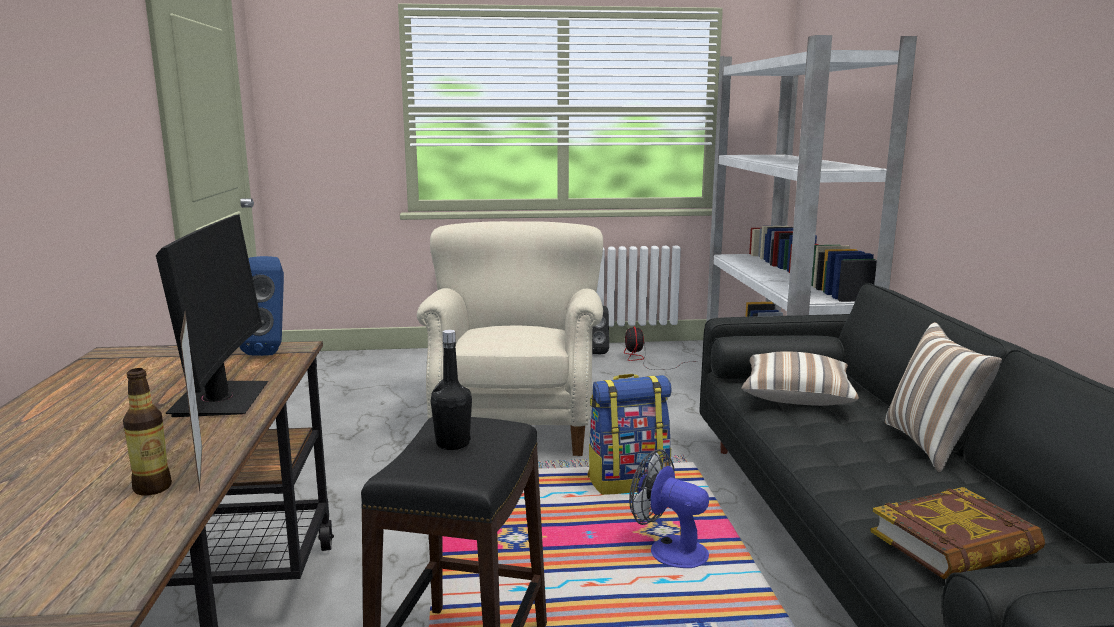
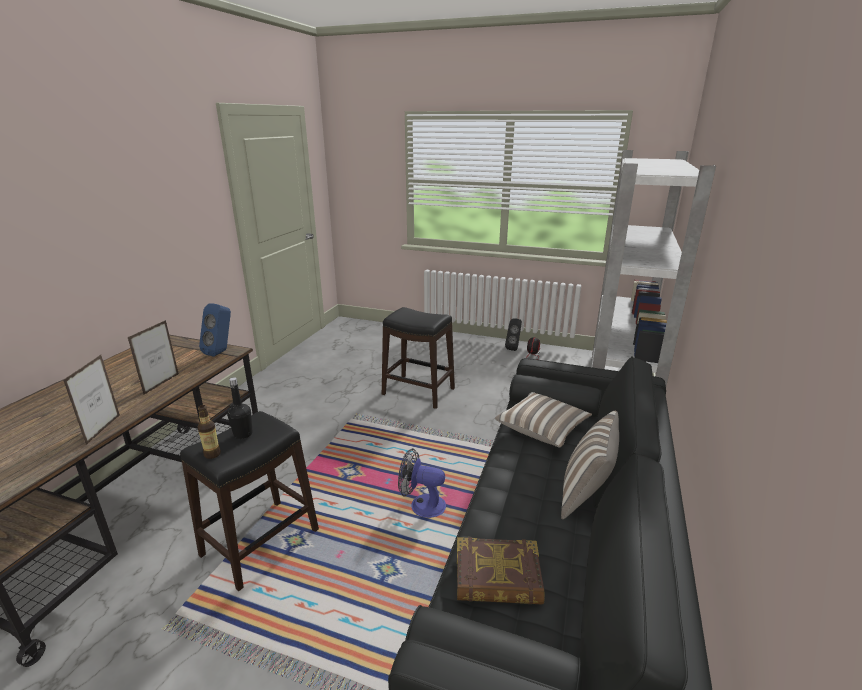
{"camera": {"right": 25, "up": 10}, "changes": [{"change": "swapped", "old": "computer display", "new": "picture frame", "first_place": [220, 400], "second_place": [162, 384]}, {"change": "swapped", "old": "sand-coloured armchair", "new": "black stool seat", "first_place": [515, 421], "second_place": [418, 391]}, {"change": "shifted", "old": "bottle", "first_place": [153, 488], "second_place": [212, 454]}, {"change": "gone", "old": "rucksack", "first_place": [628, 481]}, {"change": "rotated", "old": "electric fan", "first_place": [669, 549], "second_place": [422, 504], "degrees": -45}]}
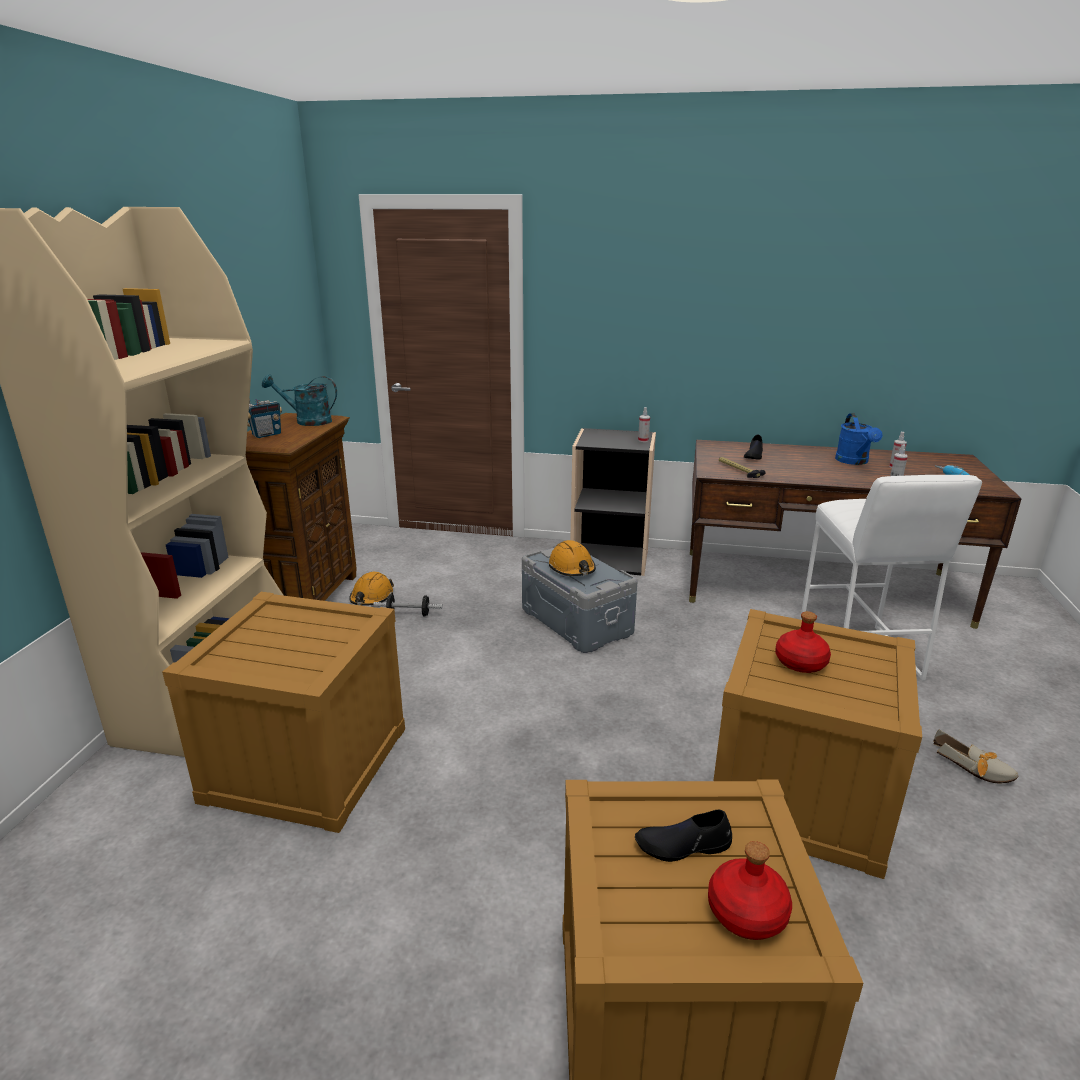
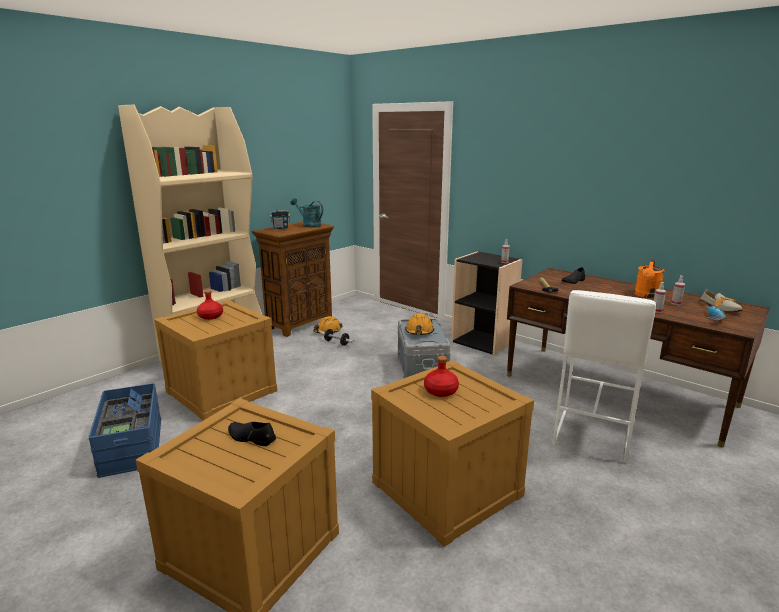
{"camera": {"right": 30, "up": -5}, "changes": [{"change": "repainted", "old": "blue-coloured sprinkling can", "new": "orangey sprinkling can", "first_place": [854, 462], "second_place": [647, 295]}, {"change": "shifted", "old": "low shoe", "first_place": [976, 769], "second_place": [720, 308]}, {"change": "shifted", "old": "red-coloured bottle", "first_place": [745, 913], "second_place": [210, 316]}, {"change": "new", "new": "blue-coloured storage container", "second_place": [130, 444]}]}
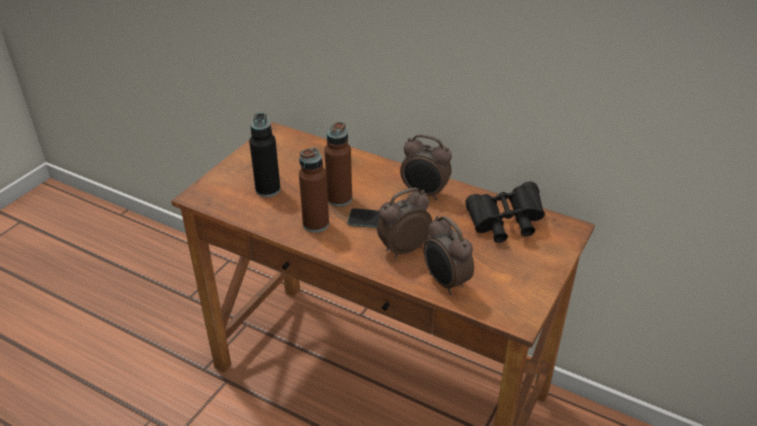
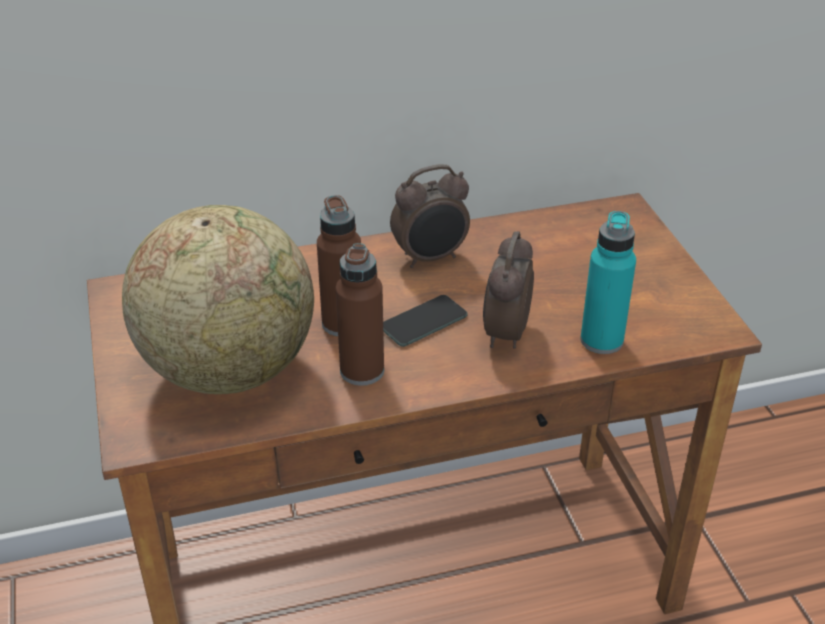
{"camera": {"right": -45, "up": 0}, "changes": [{"change": "swapped", "old": "black bottle", "new": "world globe", "first_place": [268, 190], "second_place": [229, 369]}, {"change": "gone", "old": "black binoculars", "first_place": [504, 224]}, {"change": "swapped", "old": "alarm clock", "new": "turquoise bottle", "first_place": [445, 282], "second_place": [601, 340]}]}
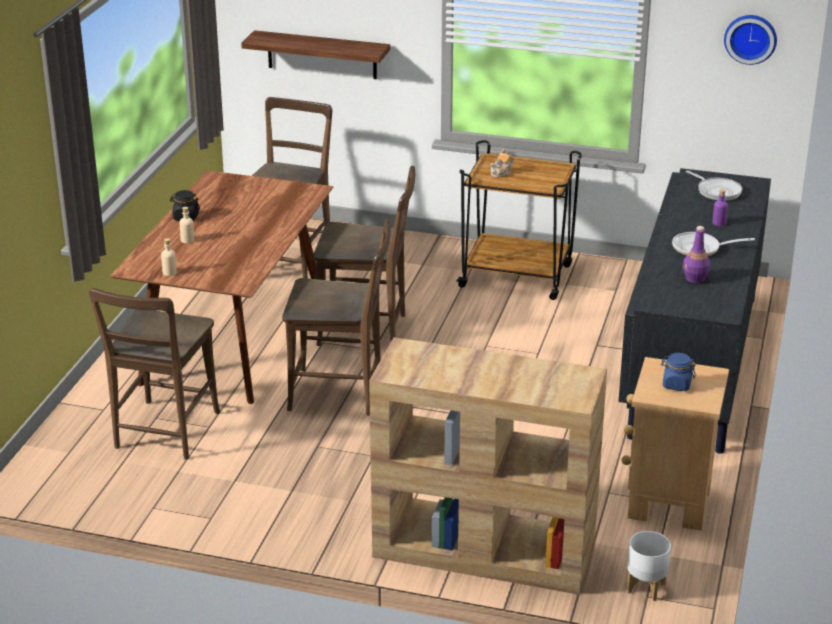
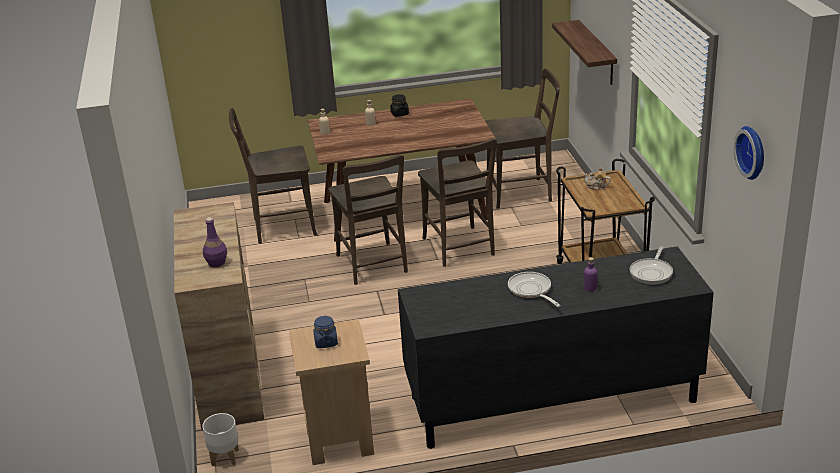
{"camera": {"right": 65, "up": 0}, "changes": [{"change": "shifted", "old": "purple bottle", "first_place": [695, 278], "second_place": [216, 263]}]}
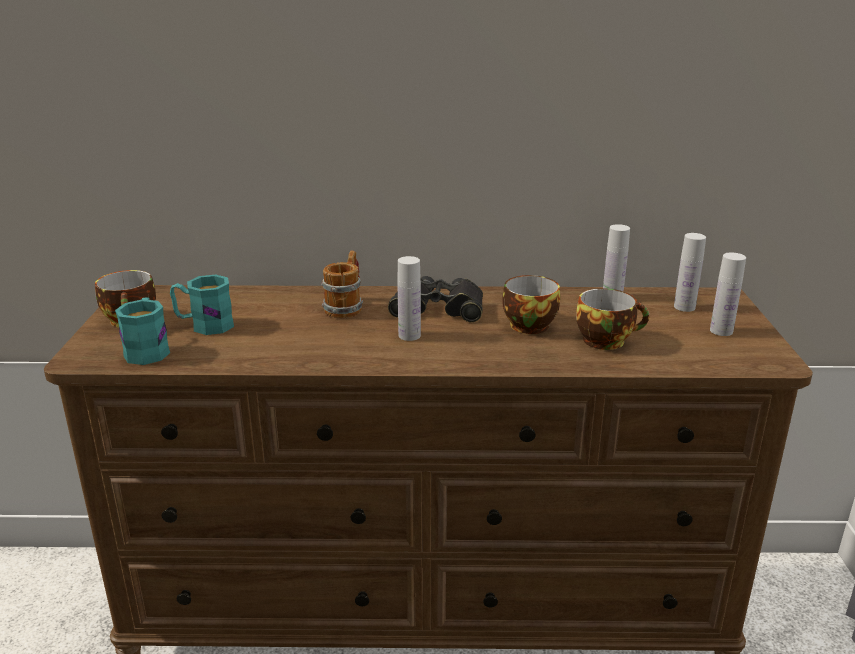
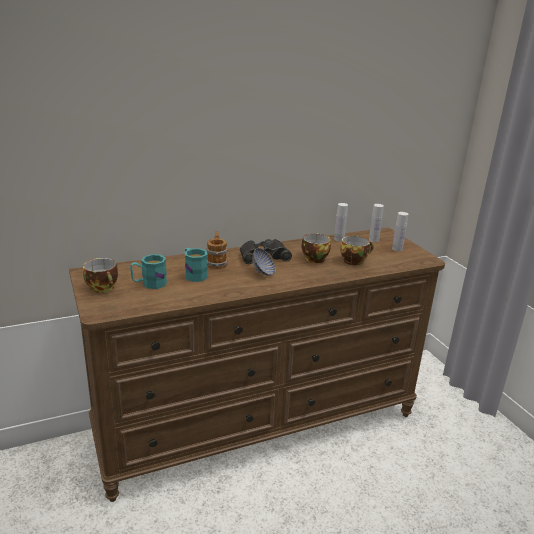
{"camera": {"right": -25, "up": 0}, "changes": [{"change": "swapped", "old": "white-coloured bottle", "new": "deep dish", "first_place": [409, 335], "second_place": [263, 272]}, {"change": "shifted", "old": "turquoise tea mug", "first_place": [148, 349], "second_place": [194, 274]}]}
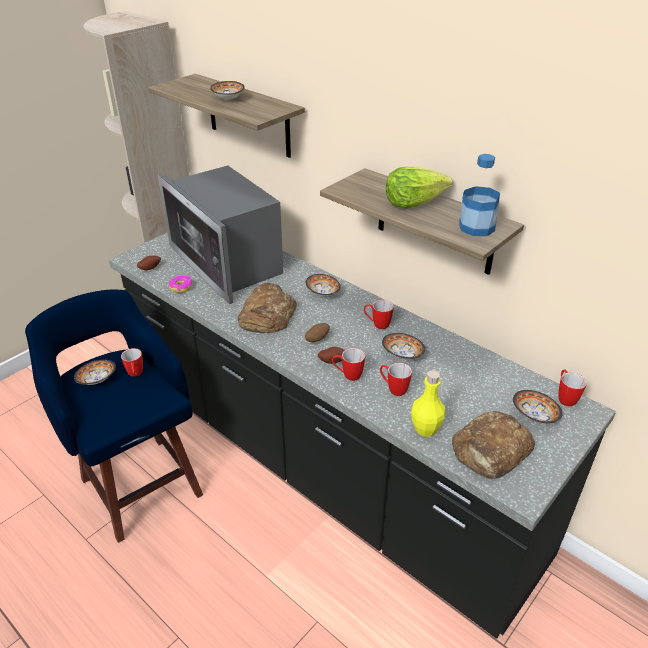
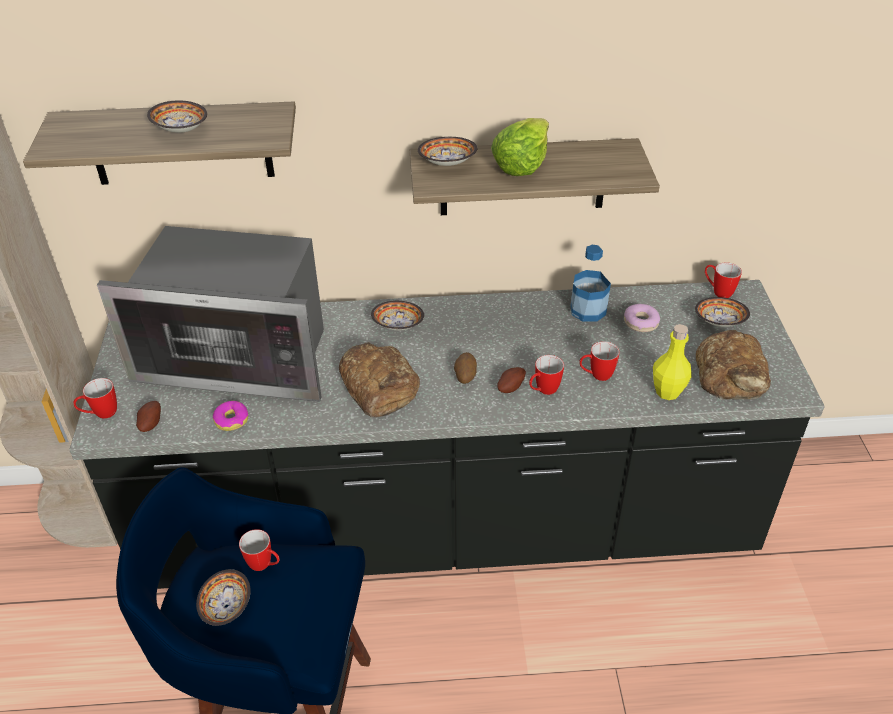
{"camera": {"right": -45, "up": 5}, "changes": [{"change": "shifted", "old": "bottle", "first_place": [476, 227], "second_place": [588, 310]}, {"change": "shifted", "old": "tea mug", "first_place": [377, 324], "second_place": [100, 414]}, {"change": "shifted", "old": "deep dish", "first_place": [402, 355], "second_place": [448, 163]}, {"change": "new", "new": "doughnut", "second_place": [641, 322]}]}
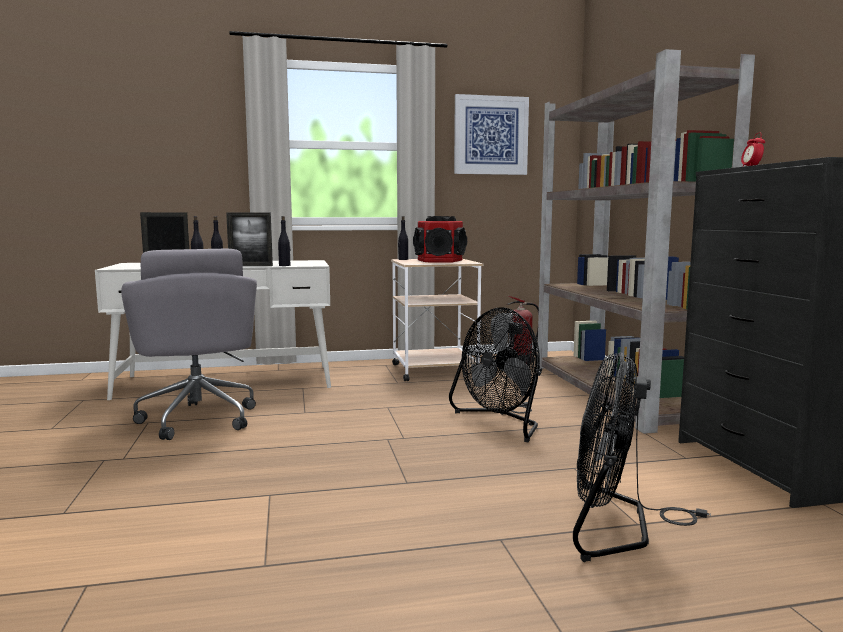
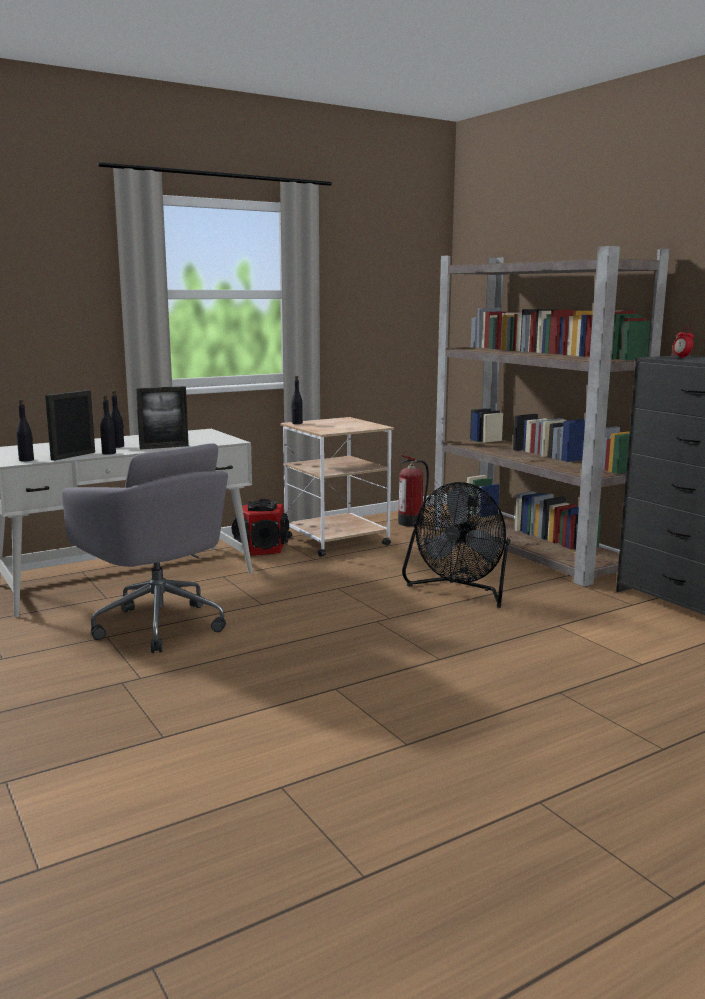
{"camera": {"right": -20, "up": 5}, "changes": [{"change": "gone", "old": "picture", "first_place": [491, 135]}, {"change": "shifted", "old": "black bottle", "first_place": [284, 265], "second_place": [26, 460]}, {"change": "shifted", "old": "audio speaker", "first_place": [439, 261], "second_place": [261, 548]}, {"change": "gone", "old": "black electric fan", "first_place": [618, 521]}]}
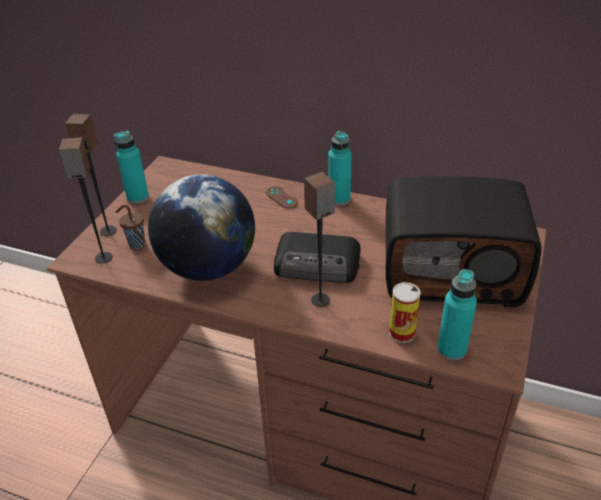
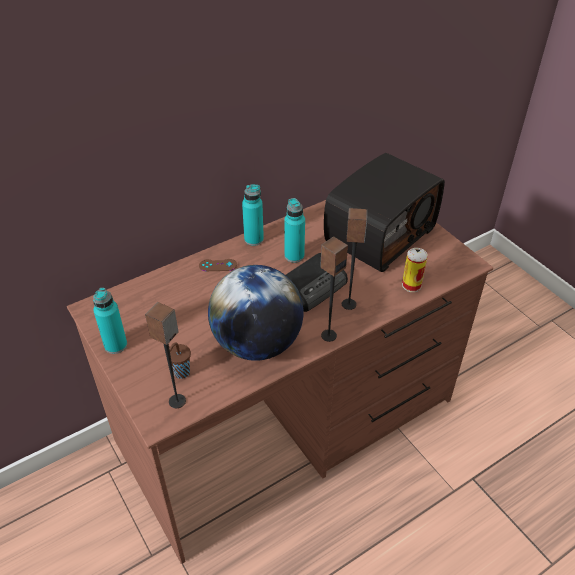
{"camera": {"right": -55, "up": 5}, "changes": [{"change": "shifted", "old": "audio speaker", "first_place": [108, 230], "second_place": [328, 335]}, {"change": "shifted", "old": "turquoise bottle", "first_place": [452, 349], "second_place": [294, 256]}]}
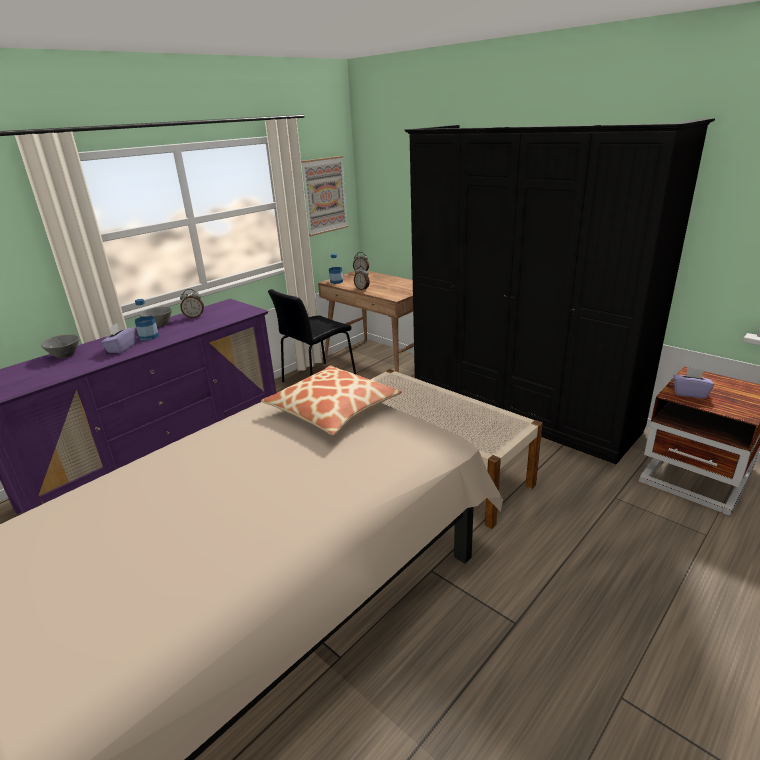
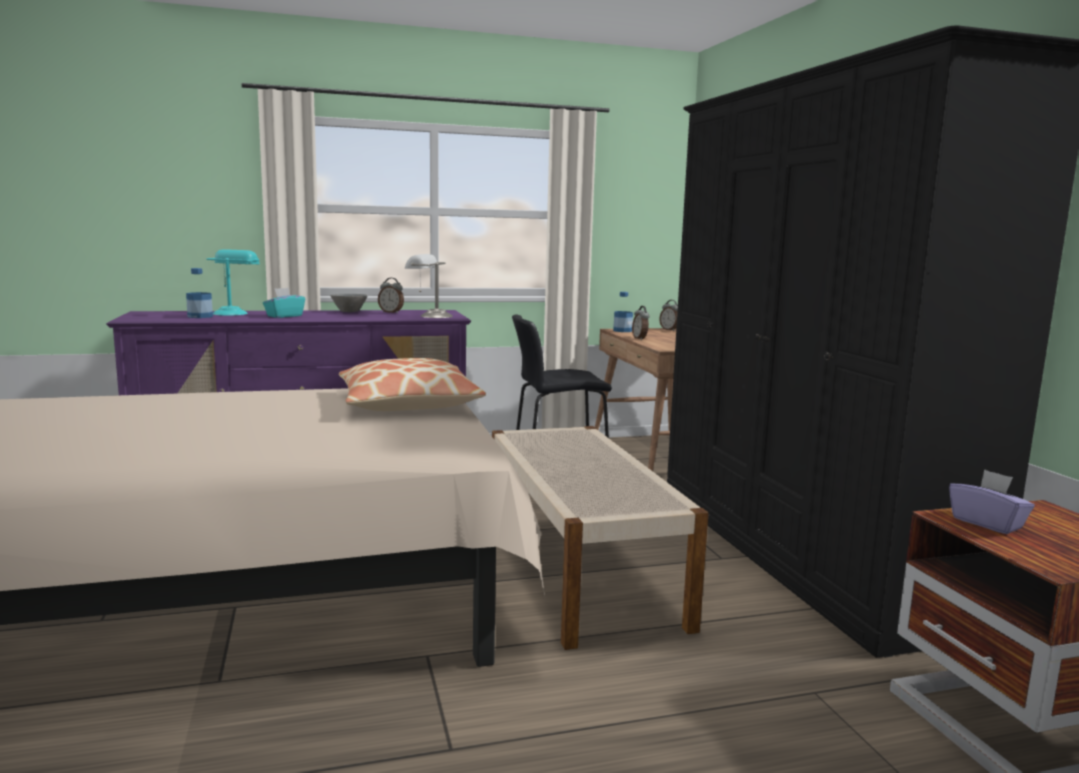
{"camera": {"right": 30, "up": -15}, "changes": [{"change": "gone", "old": "picture", "first_place": [325, 195]}, {"change": "shifted", "old": "bottle", "first_place": [149, 337], "second_place": [200, 316]}, {"change": "repainted", "old": "purple box of tissues", "new": "turquoise box of tissues", "first_place": [121, 348], "second_place": [284, 316]}, {"change": "swapped", "old": "gray deep dish", "new": "turquoise table lamp", "first_place": [64, 356], "second_place": [233, 312]}, {"change": "new", "new": "white-coloured table lamp", "second_place": [429, 316]}]}
